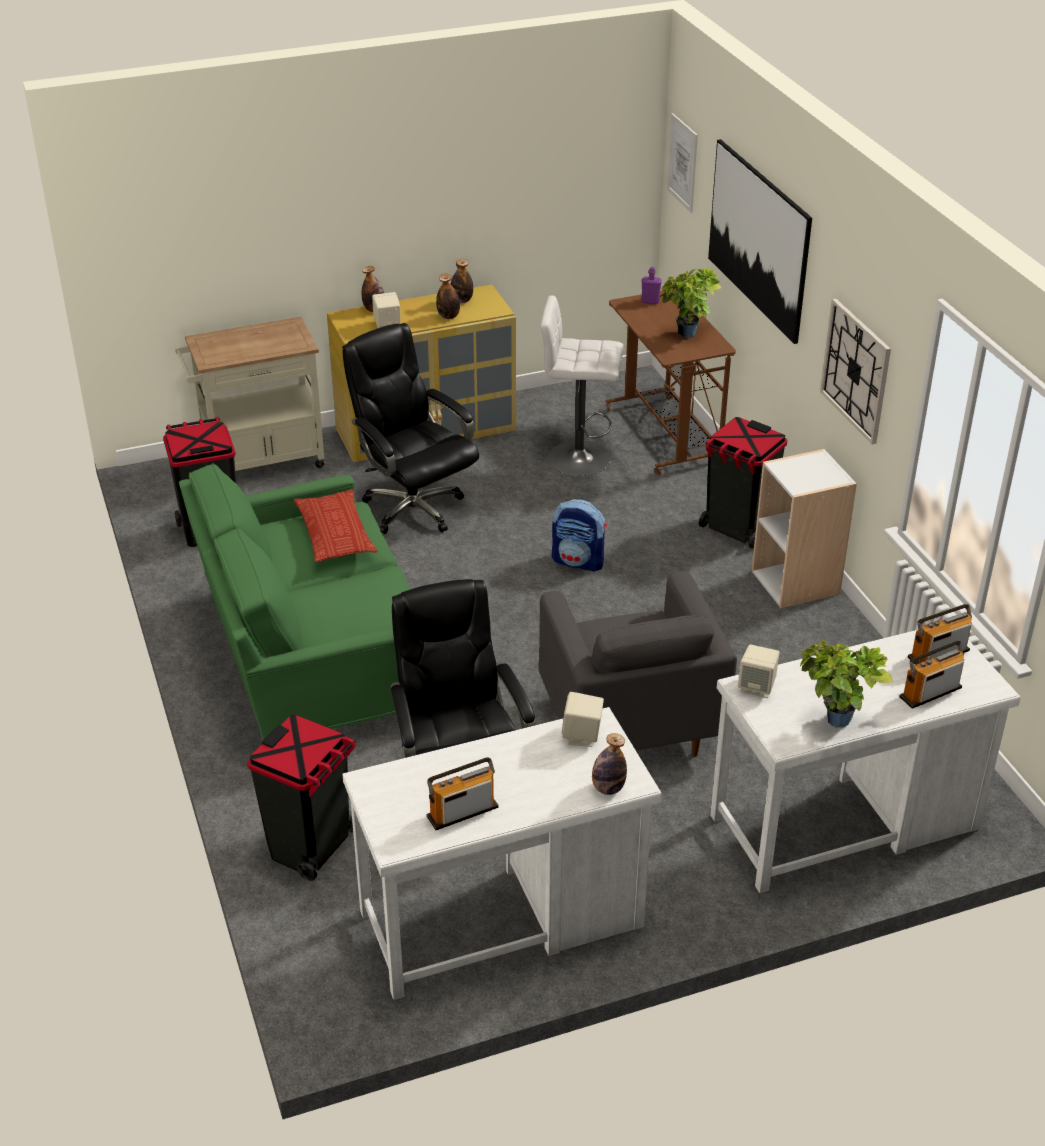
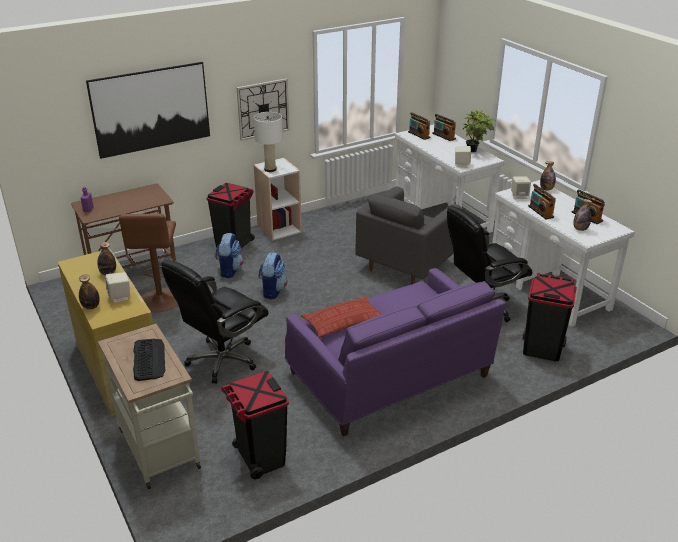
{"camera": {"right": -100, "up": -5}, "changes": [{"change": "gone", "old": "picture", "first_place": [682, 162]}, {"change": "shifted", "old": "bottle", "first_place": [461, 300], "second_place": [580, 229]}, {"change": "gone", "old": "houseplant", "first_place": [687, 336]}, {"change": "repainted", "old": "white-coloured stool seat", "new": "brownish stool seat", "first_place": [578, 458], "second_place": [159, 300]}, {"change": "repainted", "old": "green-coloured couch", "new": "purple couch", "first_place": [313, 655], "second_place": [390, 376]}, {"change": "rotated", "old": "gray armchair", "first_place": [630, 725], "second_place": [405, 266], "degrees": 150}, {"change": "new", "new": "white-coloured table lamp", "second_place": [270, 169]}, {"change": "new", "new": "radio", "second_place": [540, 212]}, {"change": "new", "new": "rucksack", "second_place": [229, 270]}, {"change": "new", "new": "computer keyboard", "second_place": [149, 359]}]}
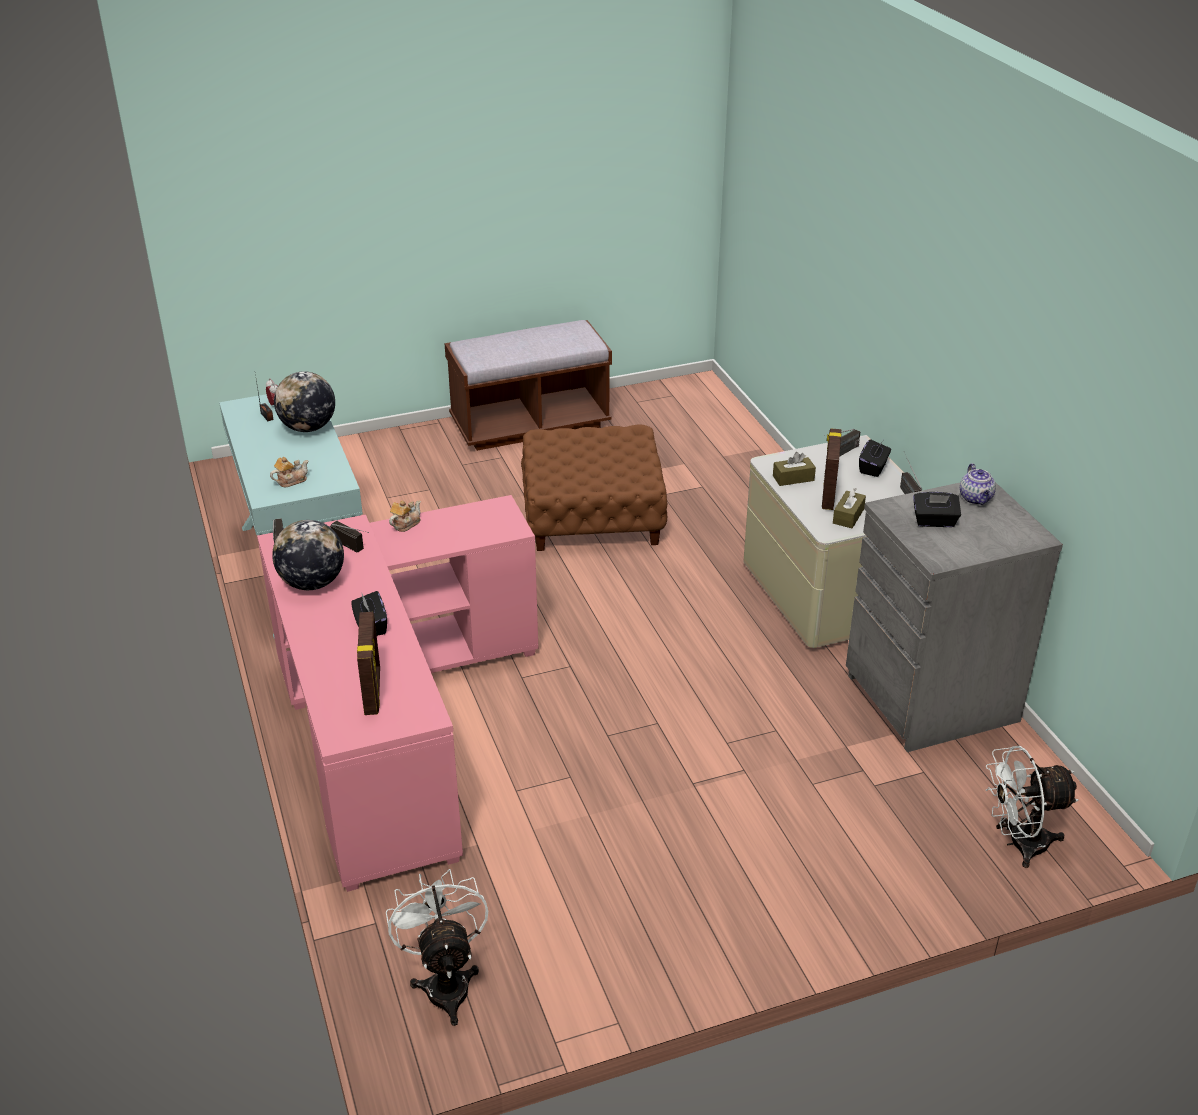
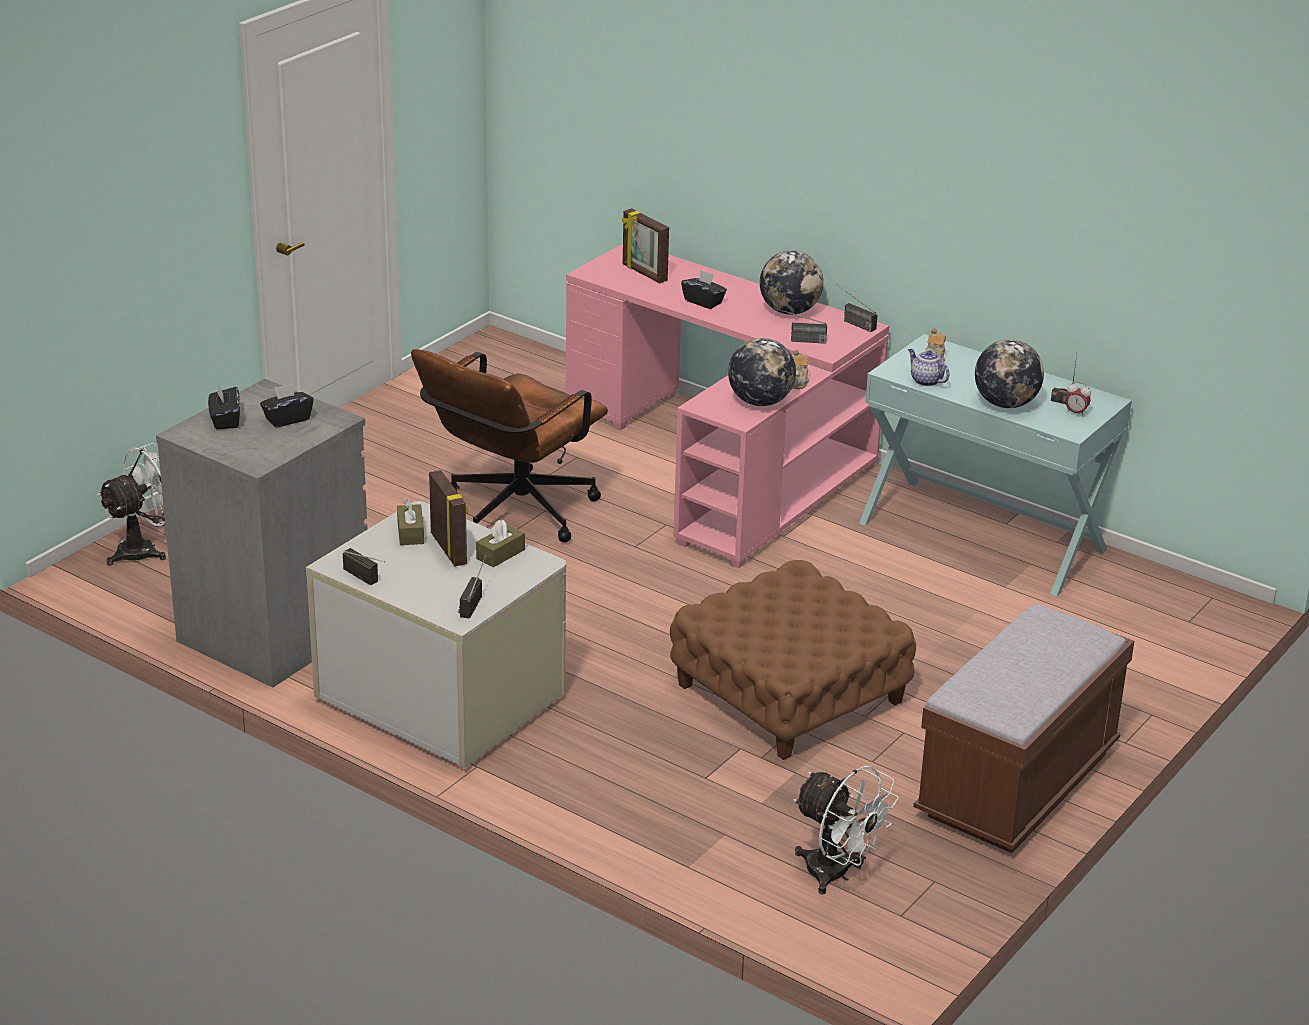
{"camera": {"right": 145, "up": -5}, "changes": [{"change": "shifted", "old": "black box of tissues", "first_place": [873, 468], "second_place": [225, 420]}, {"change": "shifted", "old": "pot for tea", "first_place": [976, 499], "second_place": [925, 380]}, {"change": "shifted", "old": "white-coloured electric fan", "first_place": [445, 982], "second_place": [837, 875]}, {"change": "new", "new": "world globe", "second_place": [760, 402]}, {"change": "new", "new": "brownish desk chair", "second_place": [512, 515]}]}
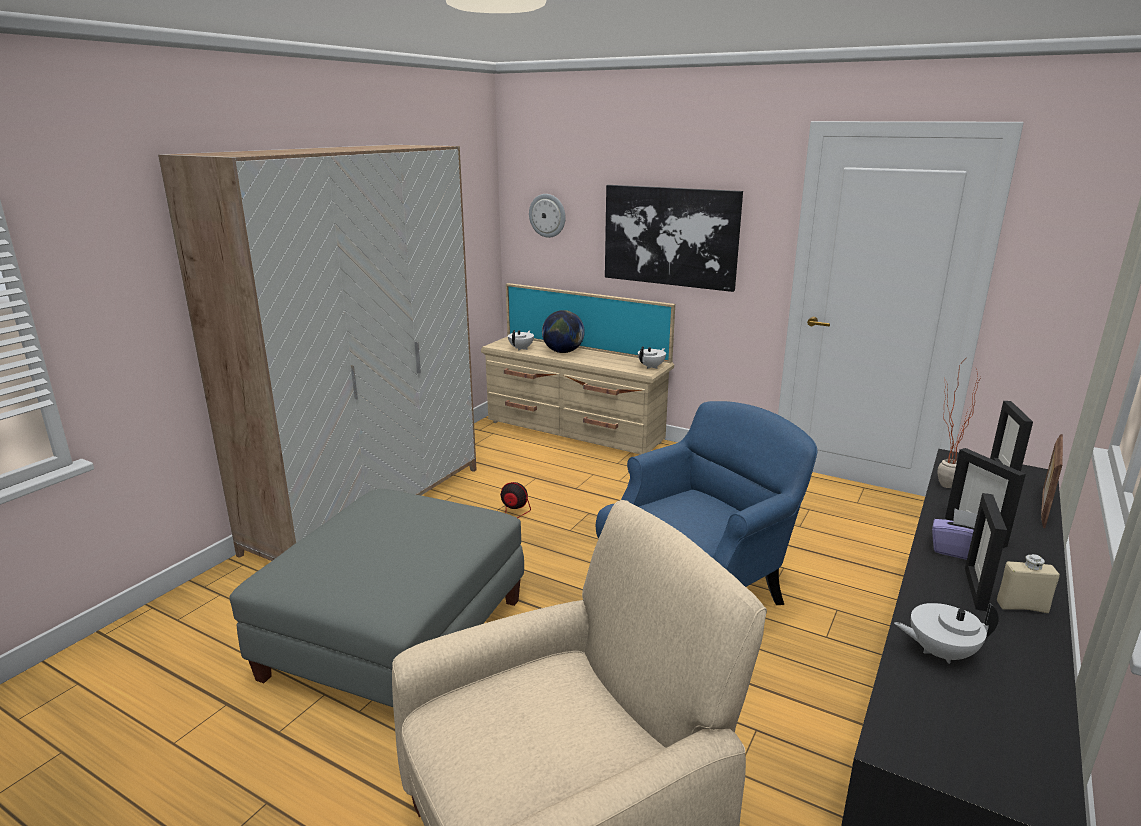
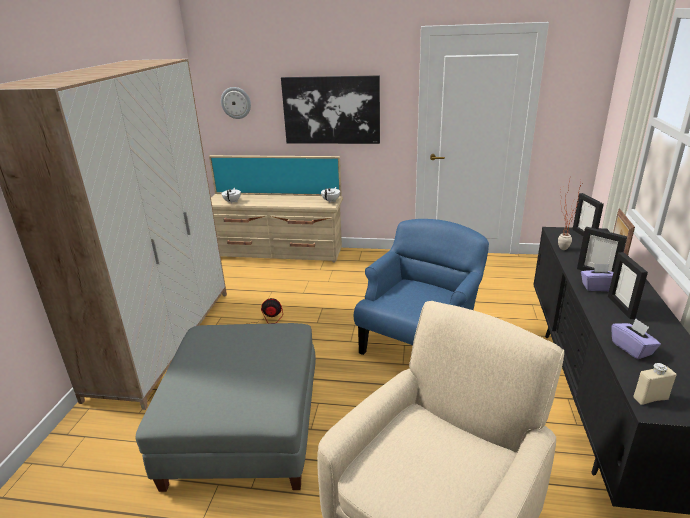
{"camera": {"right": -20, "up": 5}, "changes": [{"change": "gone", "old": "world globe", "first_place": [563, 352]}, {"change": "shifted", "old": "sand-coloured bottle", "first_place": [1022, 607], "second_place": [650, 398]}, {"change": "swapped", "old": "white-coloured pot for tea", "new": "purple box of tissues", "first_place": [939, 652], "second_place": [632, 348]}]}
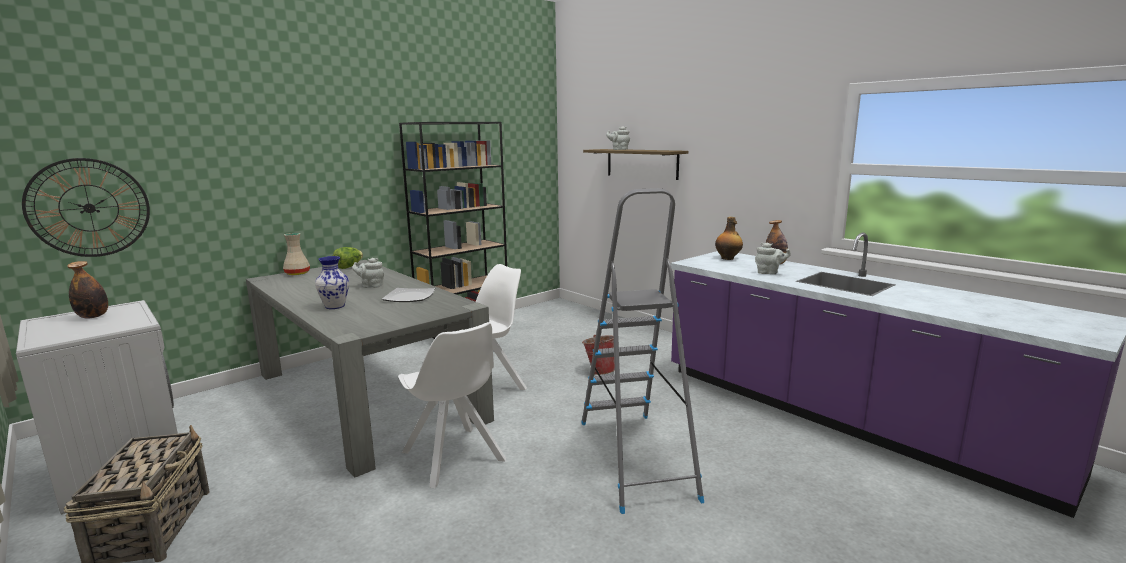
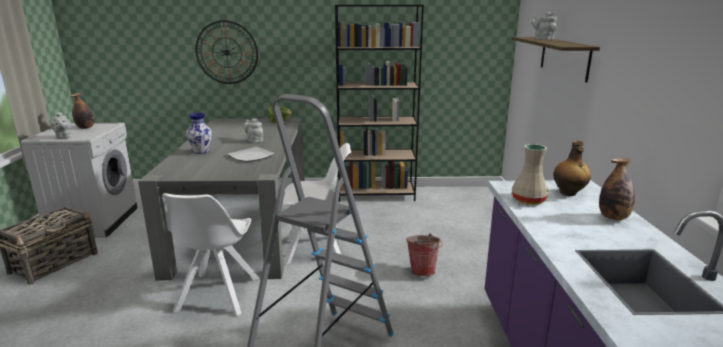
{"camera": {"right": 40, "up": 5}, "changes": [{"change": "shifted", "old": "hanging clock", "first_place": [89, 208], "second_place": [226, 52]}, {"change": "shifted", "old": "sand-coloured decorative vase", "first_place": [298, 273], "second_place": [529, 201]}, {"change": "shifted", "old": "gray pot for tea", "first_place": [769, 273], "second_place": [63, 137]}]}
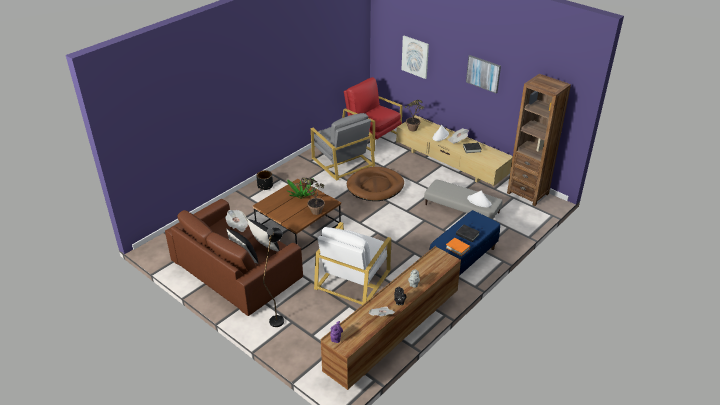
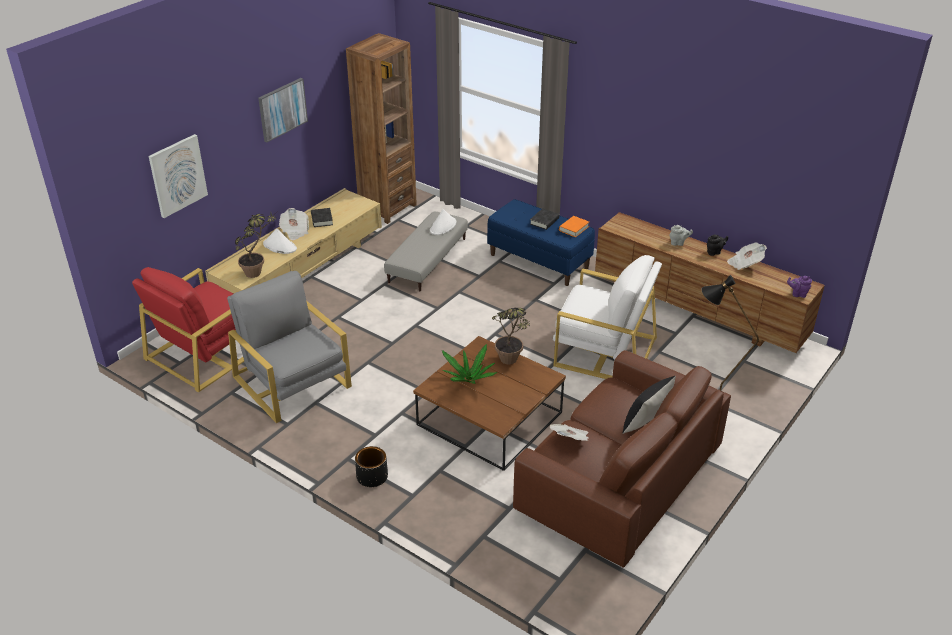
{"camera": {"right": -95, "up": 0}, "changes": [{"change": "rotated", "old": "gray armchair", "first_place": [342, 161], "second_place": [292, 382], "degrees": -90}, {"change": "gone", "old": "brownish dog cushion", "first_place": [375, 186]}, {"change": "gone", "old": "black pillow", "first_place": [265, 247]}]}
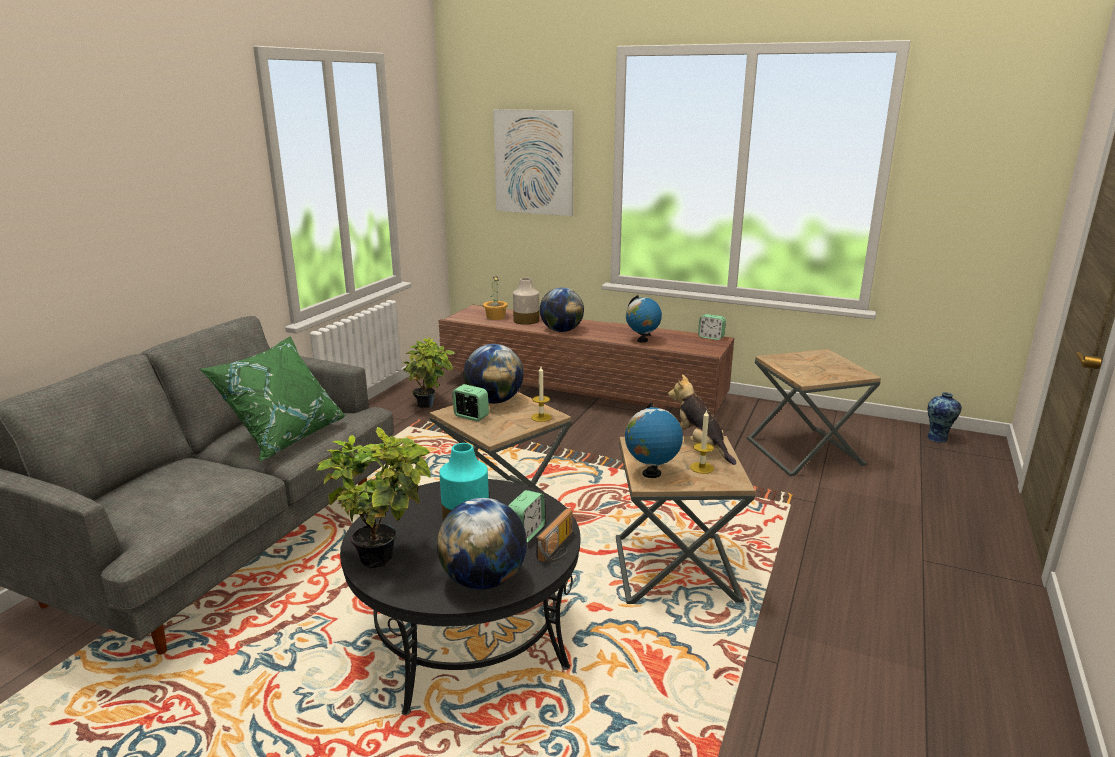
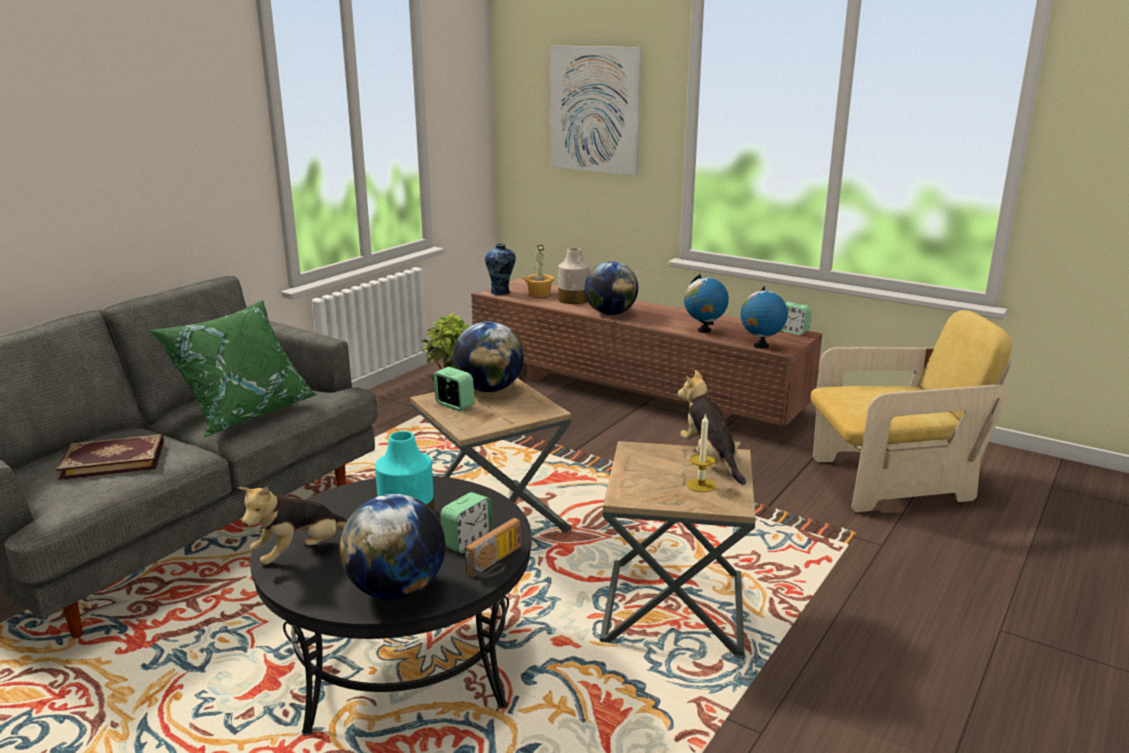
{"camera": {"right": 10, "up": 0}, "changes": [{"change": "swapped", "old": "brownish side table", "new": "yellowish armchair", "first_place": [804, 452], "second_place": [890, 482]}, {"change": "gone", "old": "wax candle", "first_place": [541, 417]}, {"change": "shifted", "old": "decorative vase", "first_place": [938, 438], "second_place": [501, 292]}, {"change": "shifted", "old": "world globe", "first_place": [651, 474], "second_place": [761, 346]}, {"change": "swapped", "old": "houseplant", "new": "cuddly toy", "first_place": [385, 556], "second_place": [300, 553]}, {"change": "new", "new": "bound book", "second_place": [113, 459]}]}
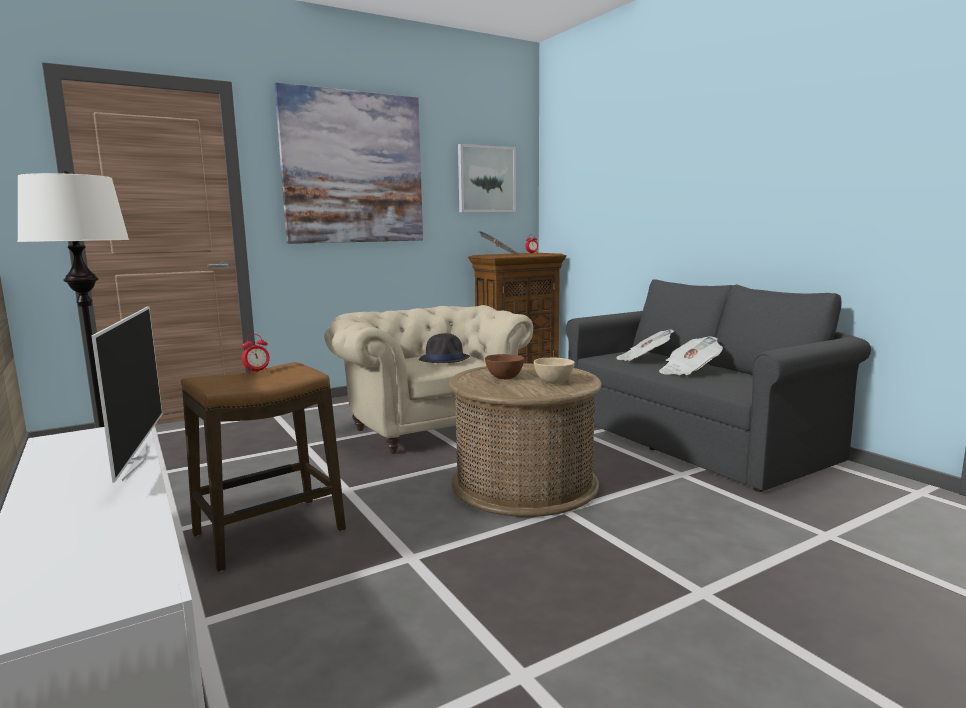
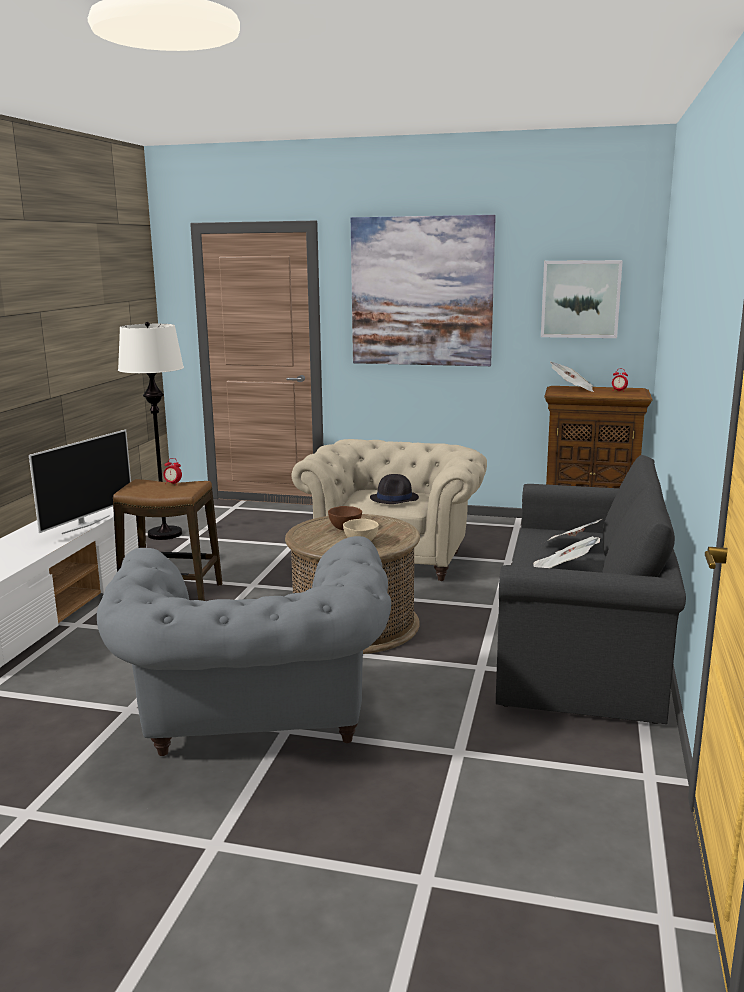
{"camera": {"right": 45, "up": 5}, "changes": [{"change": "new", "new": "gray armchair", "second_place": [256, 727]}]}
